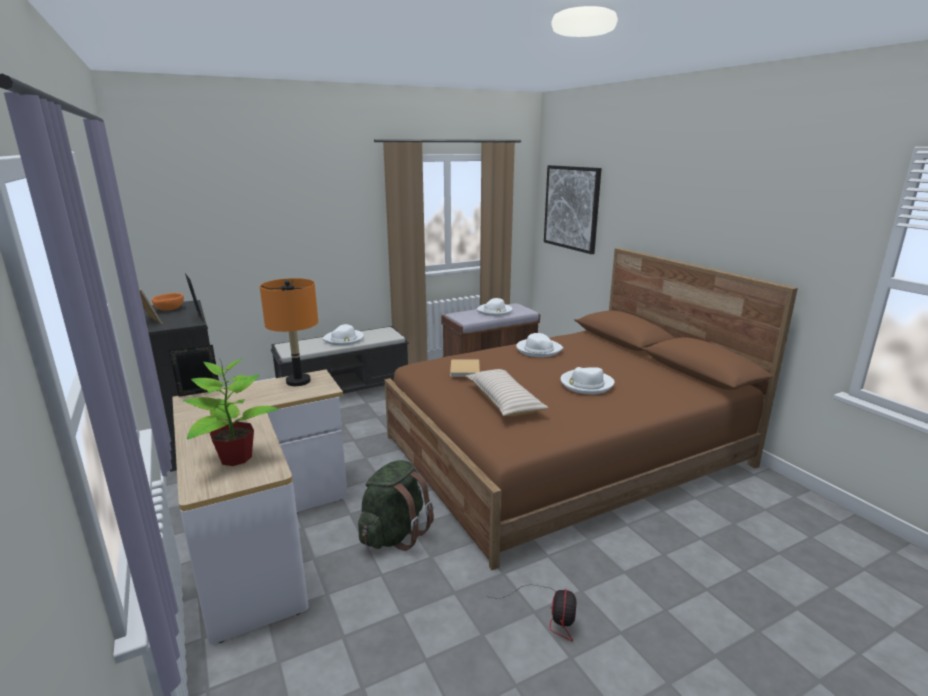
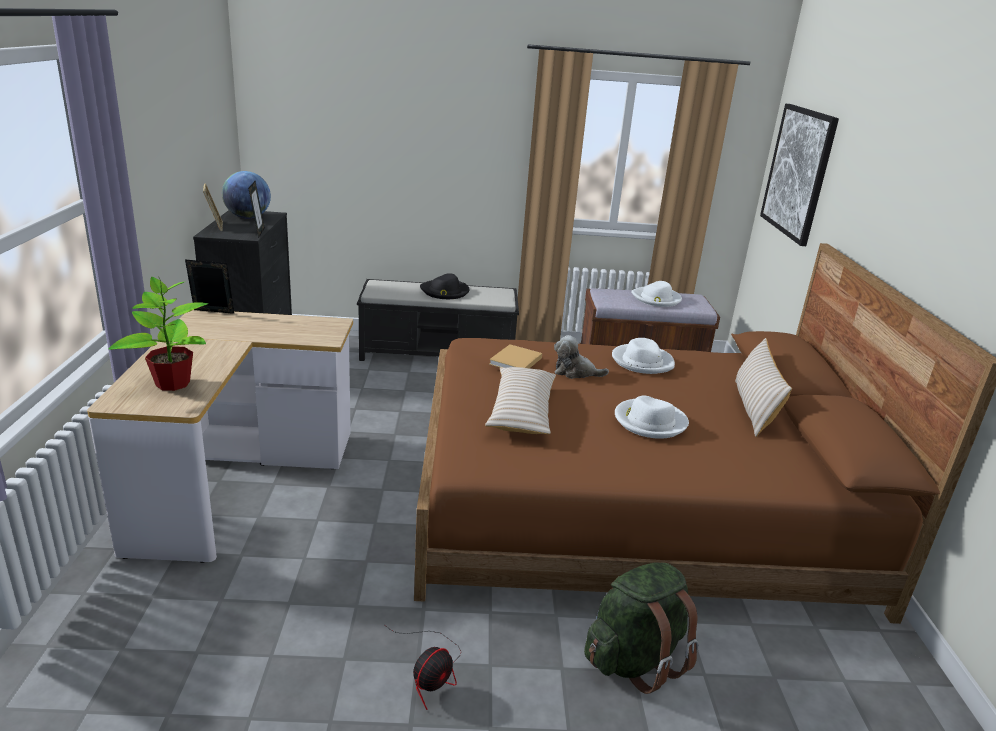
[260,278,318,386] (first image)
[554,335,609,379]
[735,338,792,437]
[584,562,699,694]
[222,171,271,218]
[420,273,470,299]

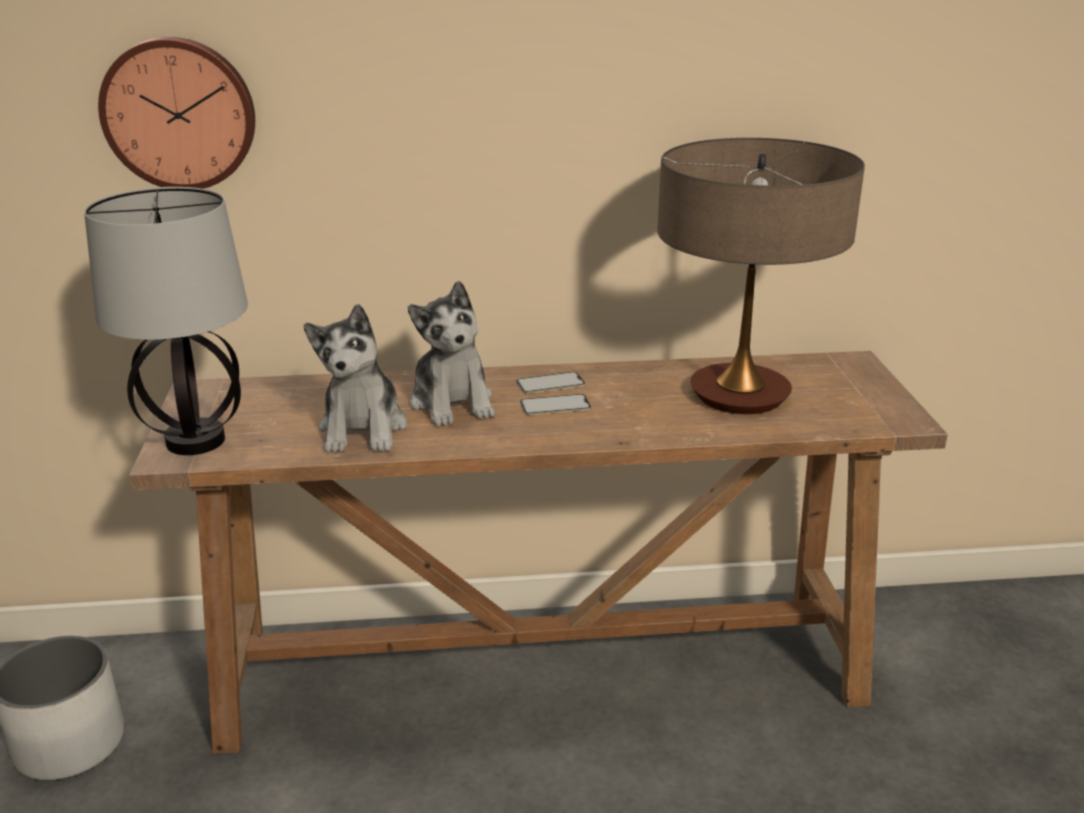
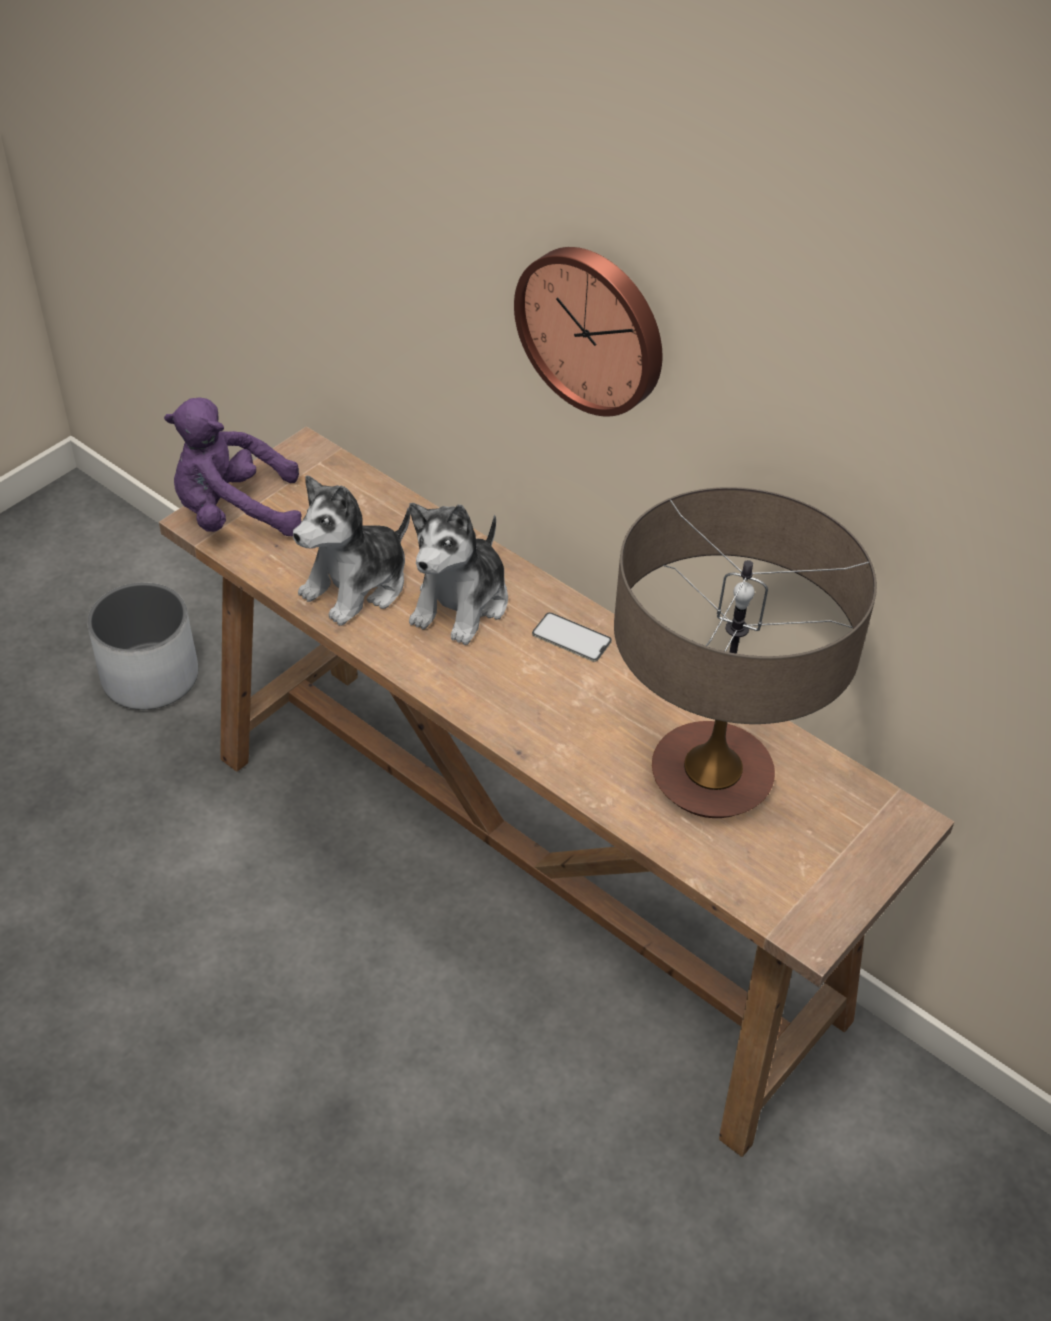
[520,394,591,415] (first image)
[514,247,662,416]
[164,397,302,536]

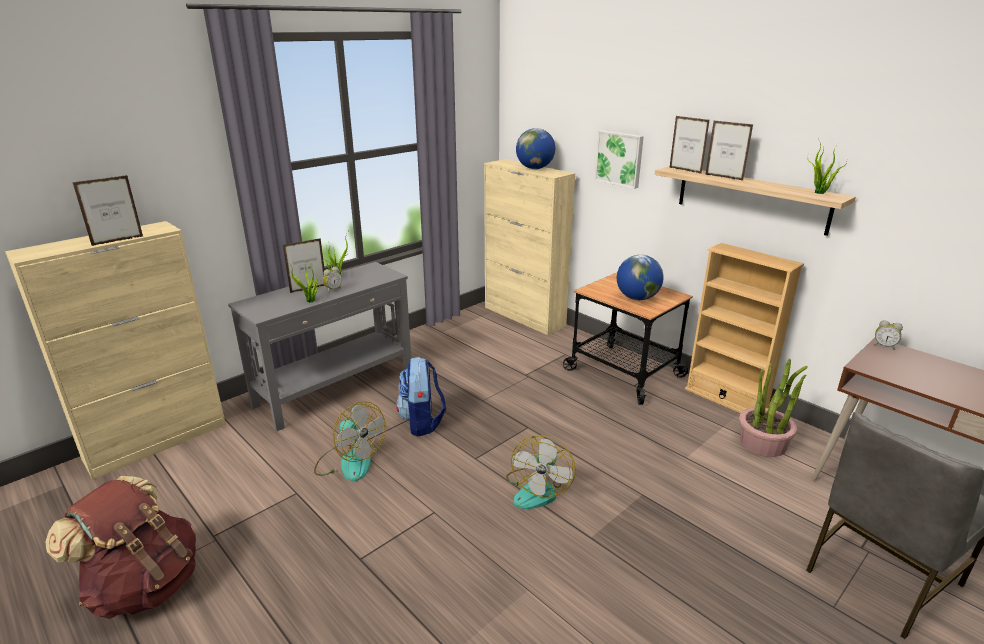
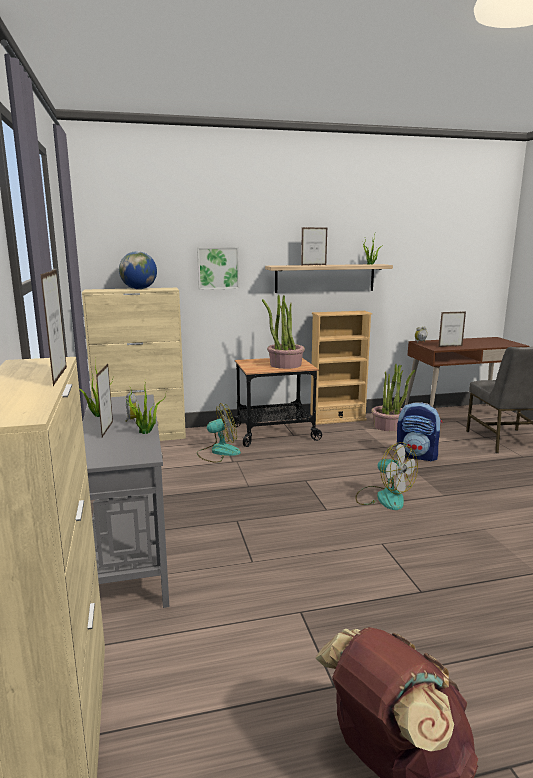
[197,403,241,463]
[396,402,442,462]
[438,312,466,347]
[262,295,305,369]

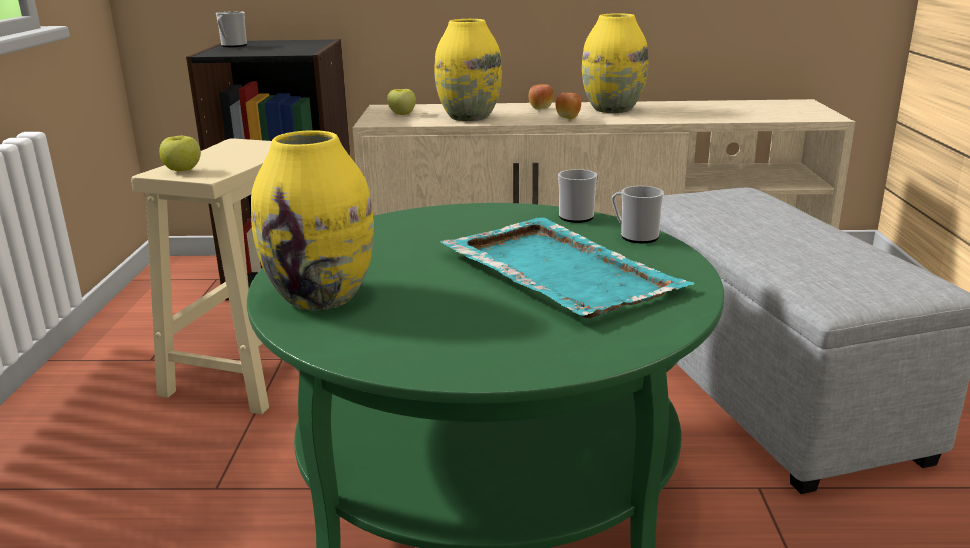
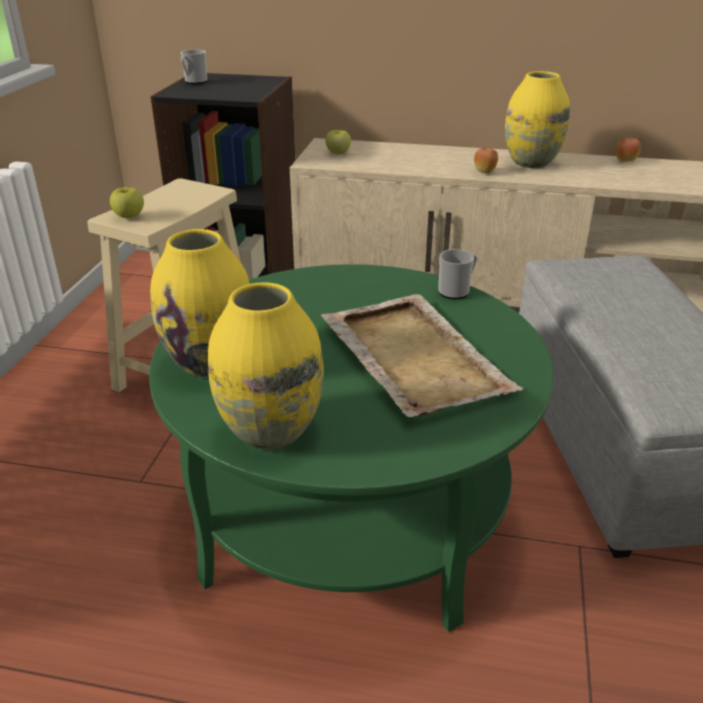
[612,186,664,243] (first image)
[208,282,324,450]
[616,138,641,162]
[321,294,523,417]

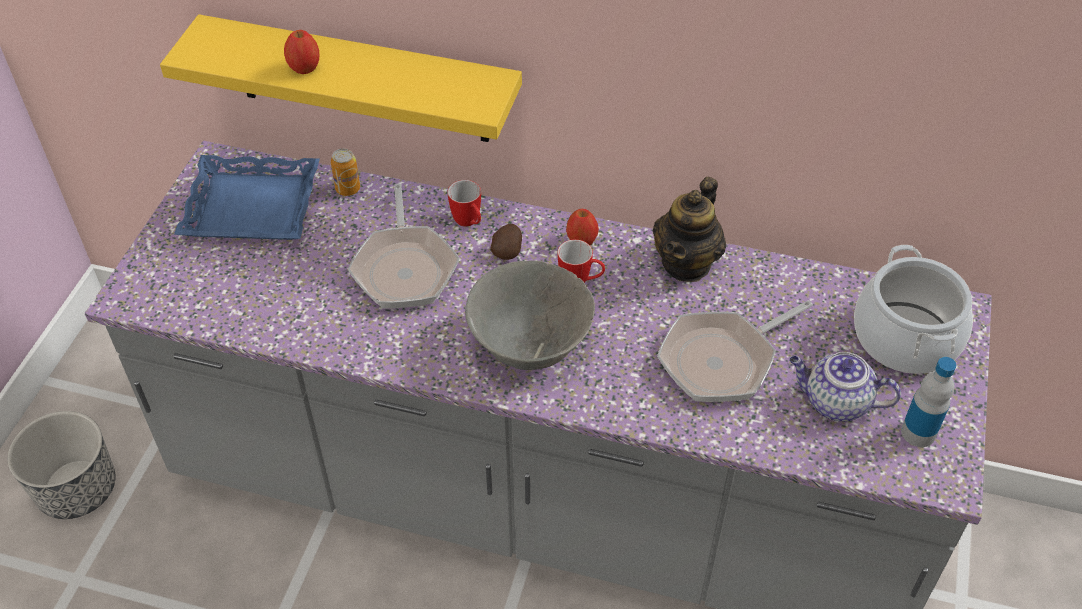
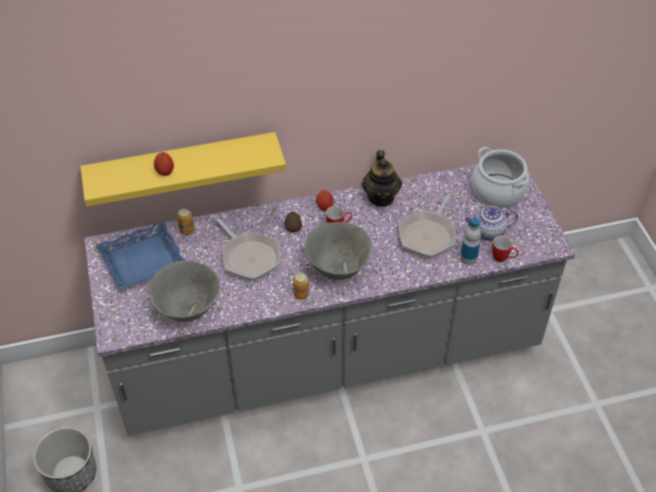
[148,260,220,322]
[293,272,309,300]
[492,235,519,262]
[460,218,481,265]

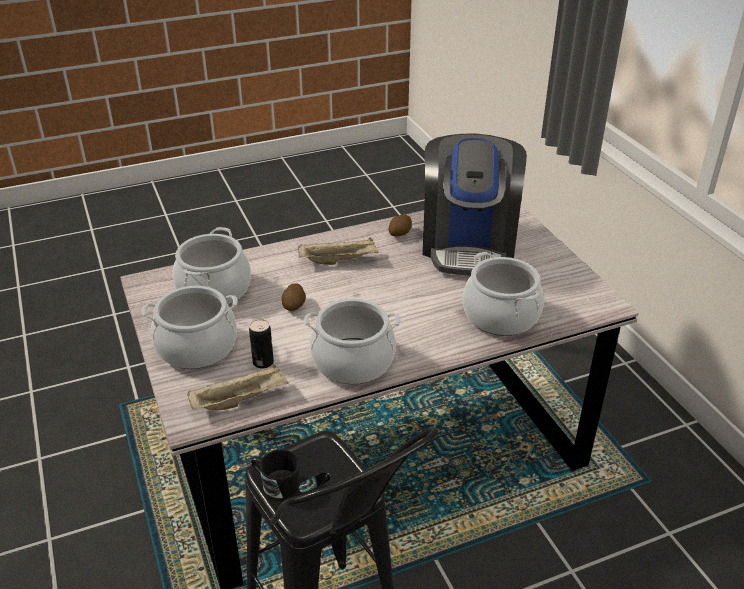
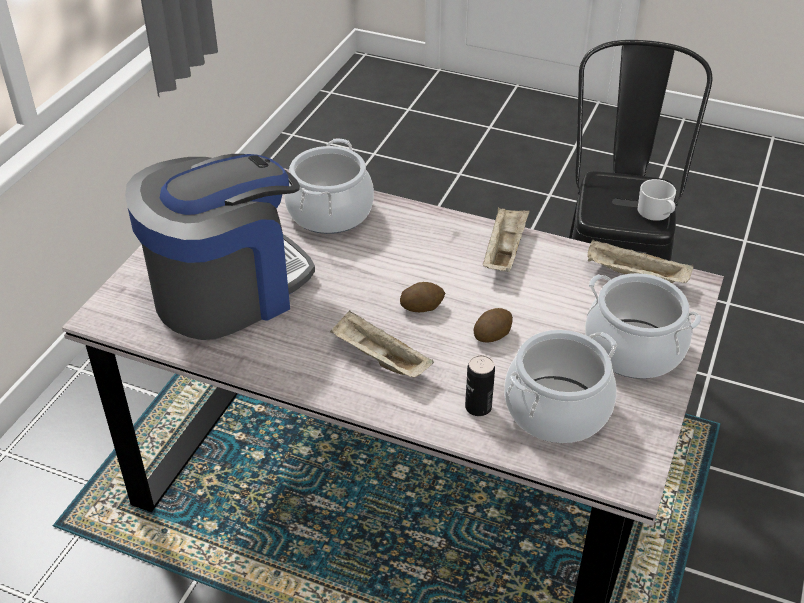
[465,355,495,416]
[400,282,445,312]
[483,207,530,272]
[638,179,676,221]

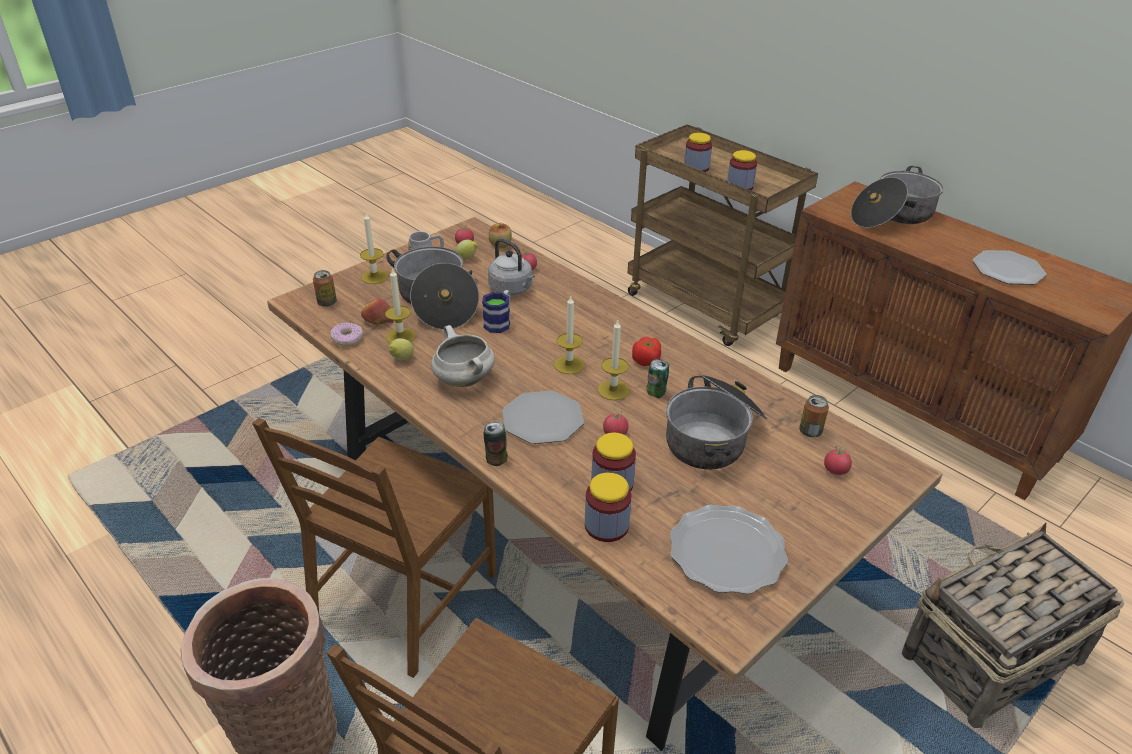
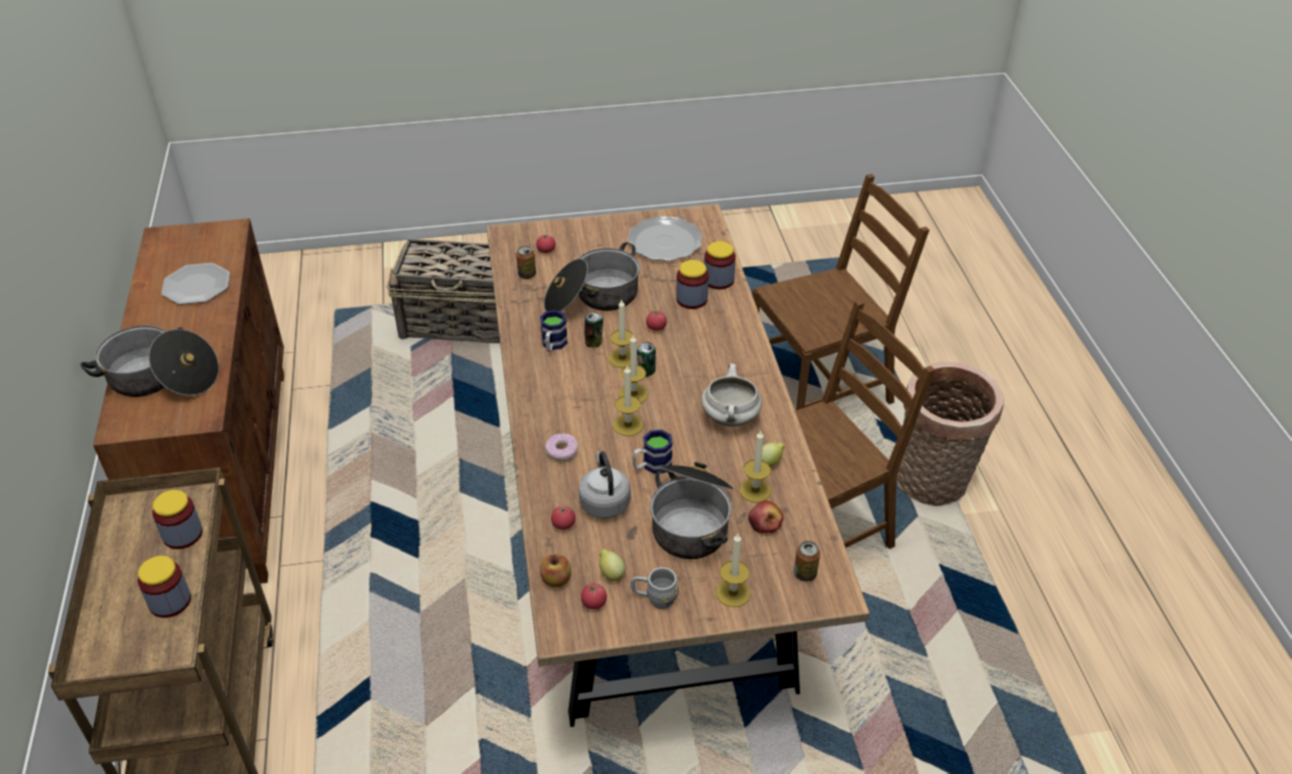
[502,391,584,444] (first image)
[632,337,661,366] (first image)
[540,310,568,352]
[613,365,643,436]
[545,434,578,461]
[637,342,656,377]

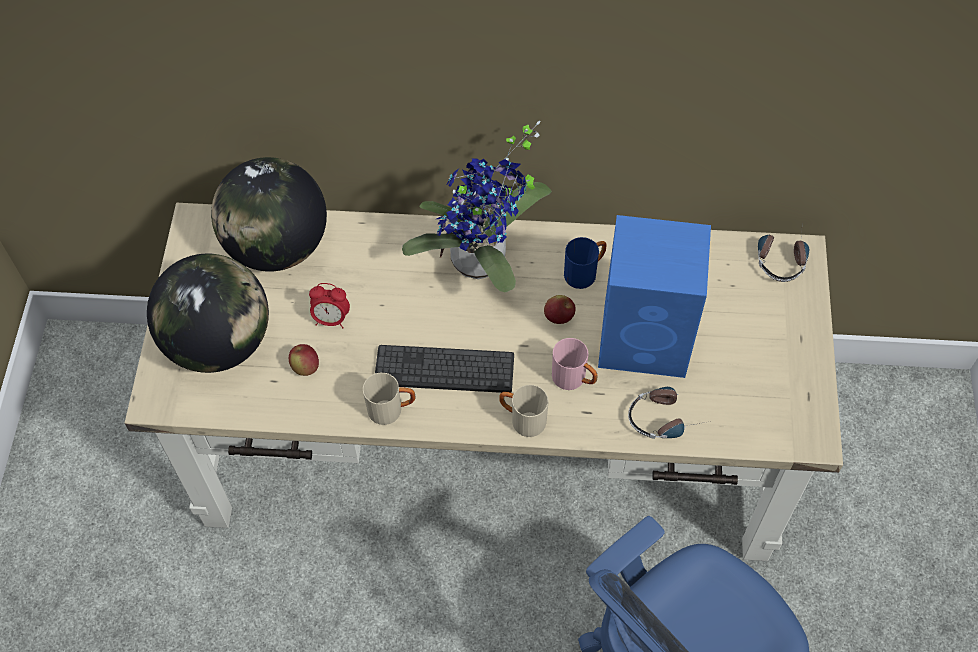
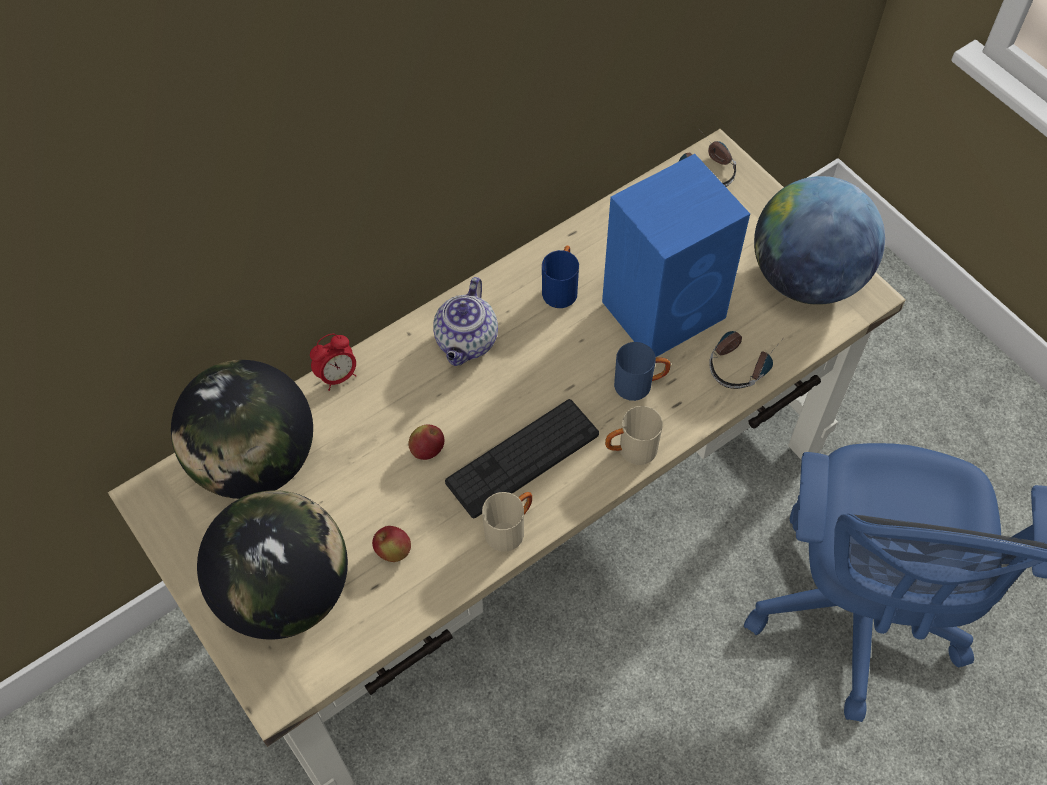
[754,176,885,305]
[310,334,356,391]
[408,424,444,460]
[433,277,498,366]
[614,342,671,401]

